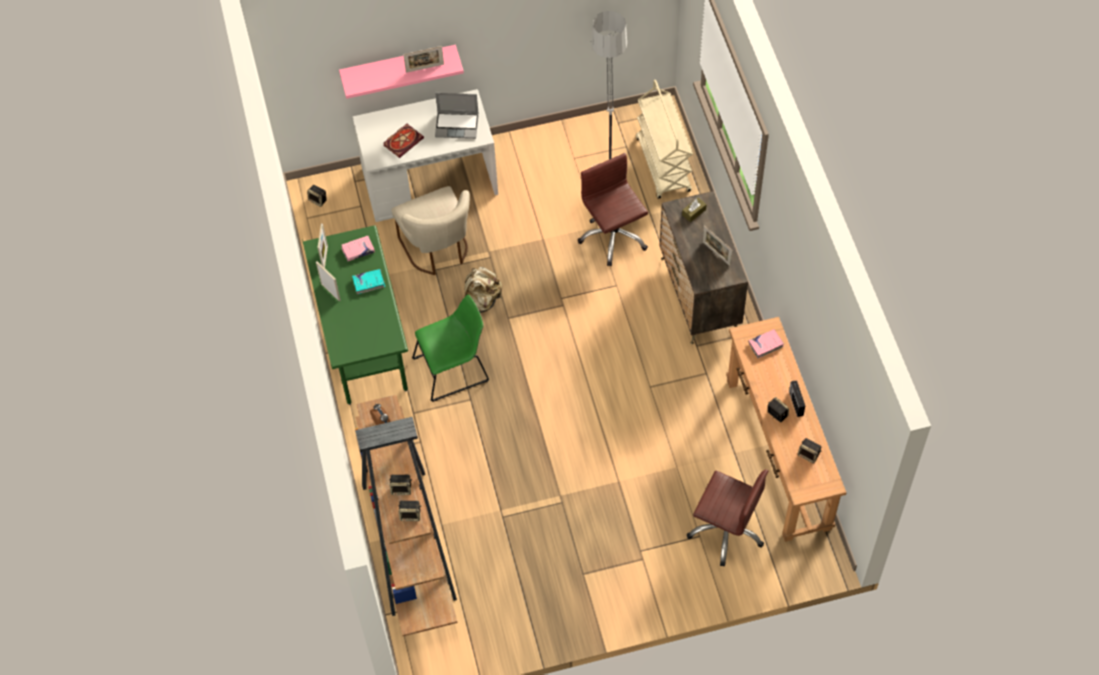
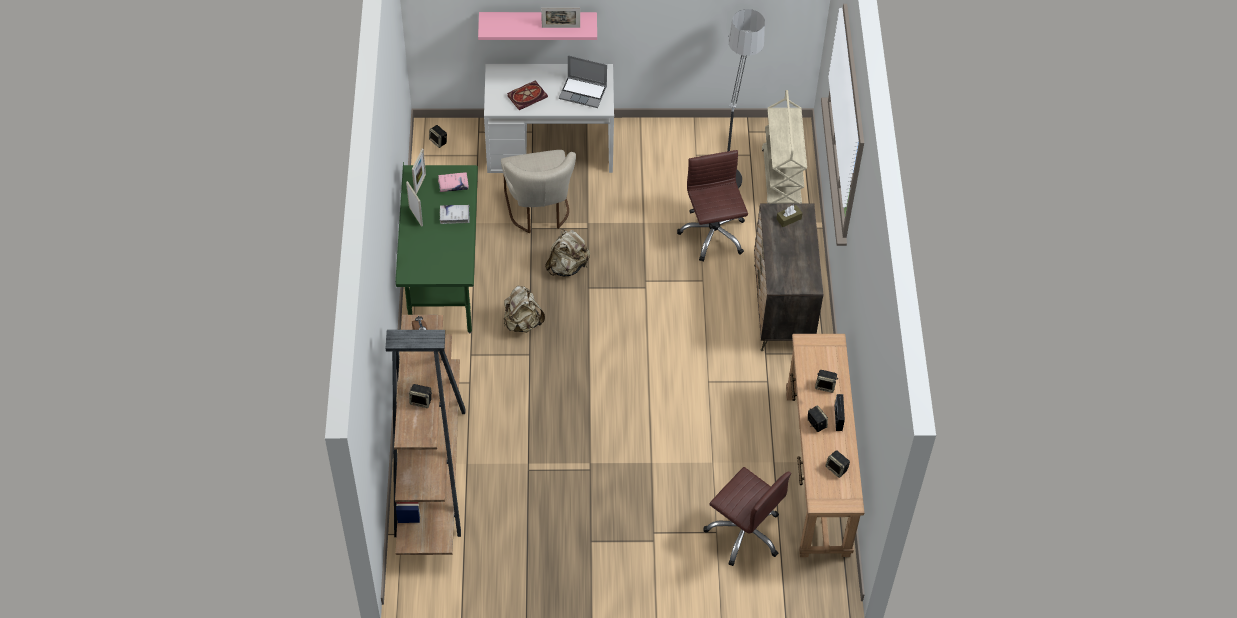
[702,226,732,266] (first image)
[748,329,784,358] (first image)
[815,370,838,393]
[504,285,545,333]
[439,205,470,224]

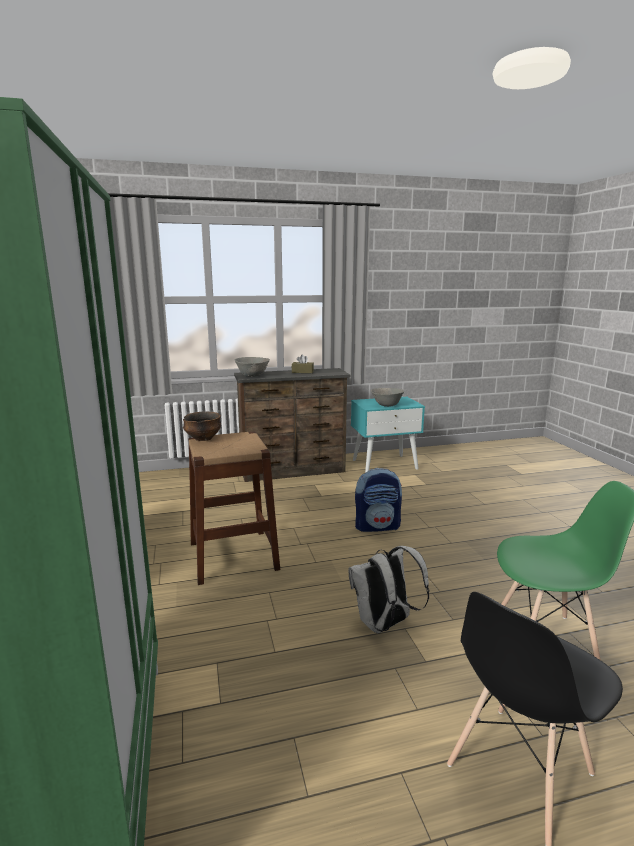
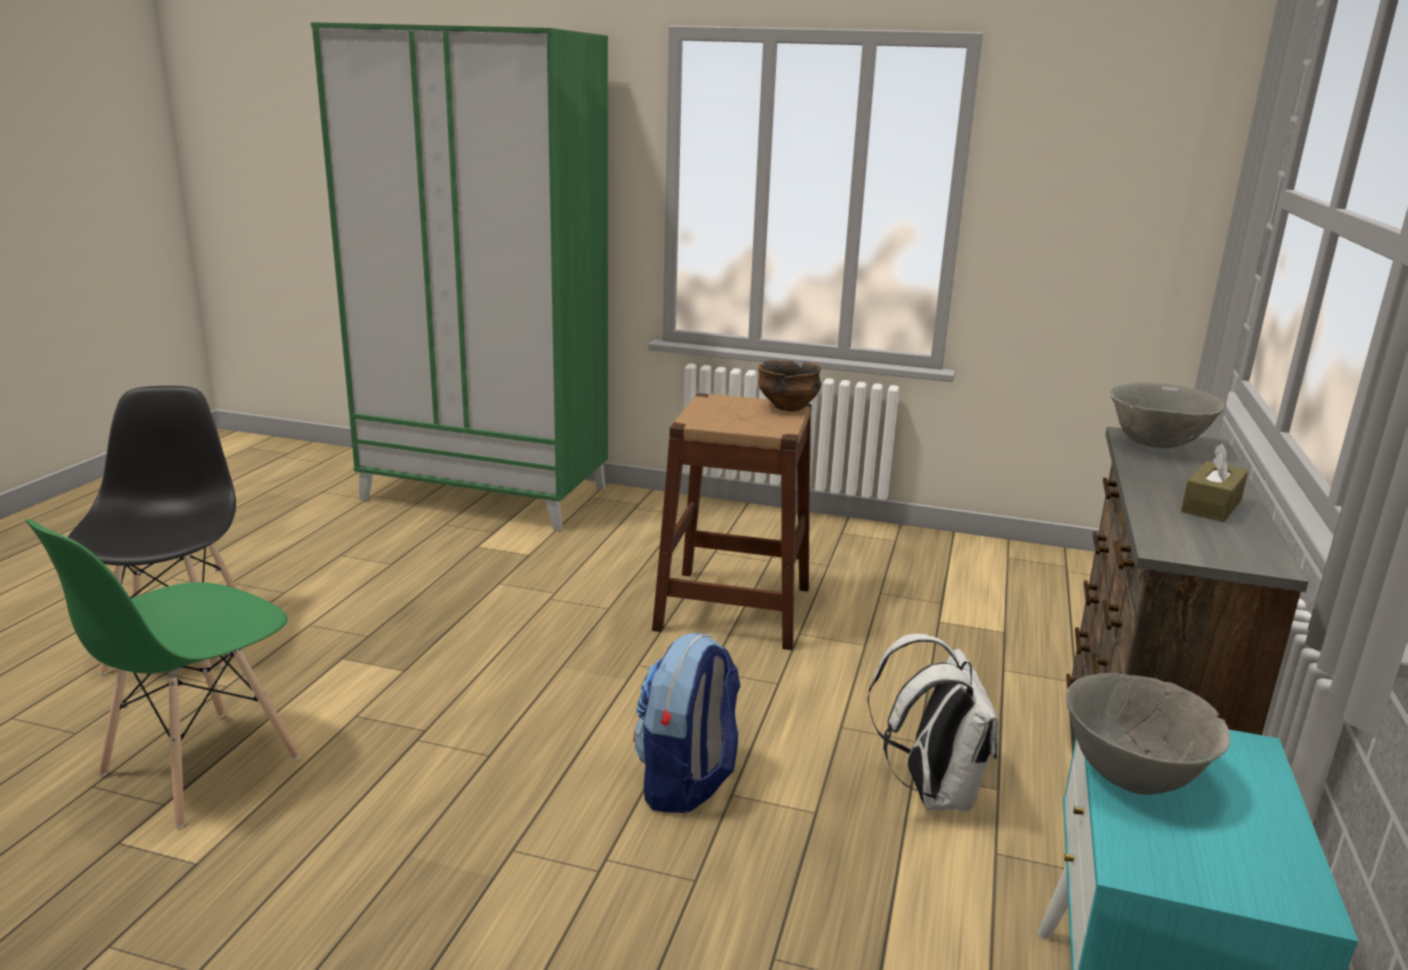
[867,634,999,811]

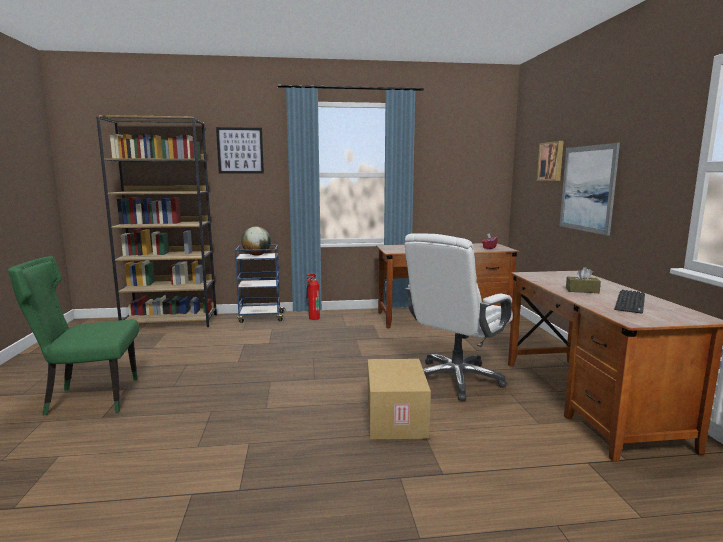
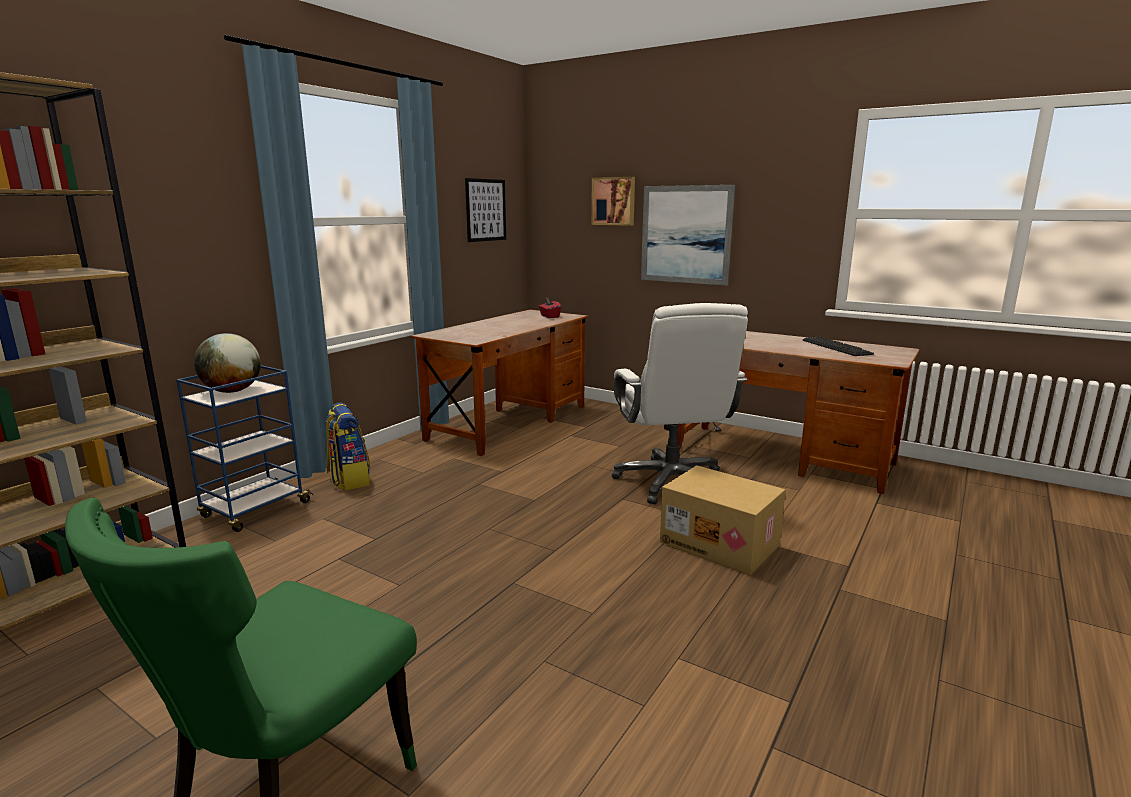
[566,267,601,293] (first image)
[465,178,506,242]
[326,403,371,491]

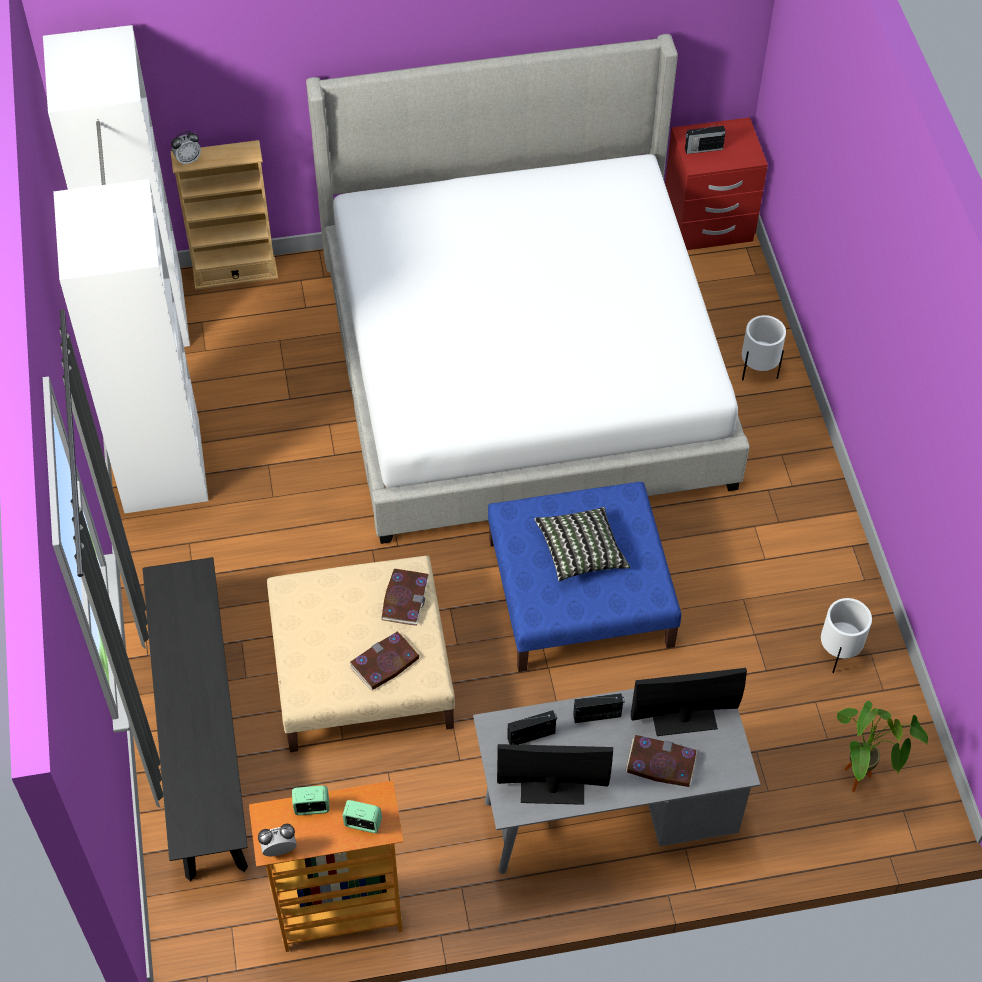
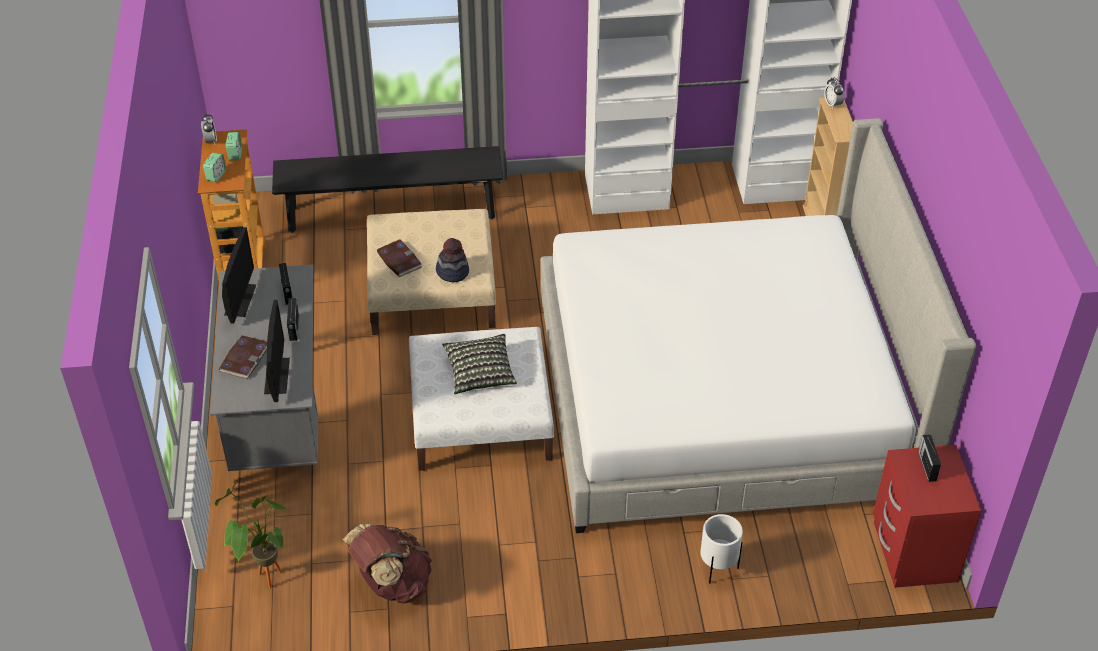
[436,238,469,282]
[343,524,432,604]
[409,327,554,471]

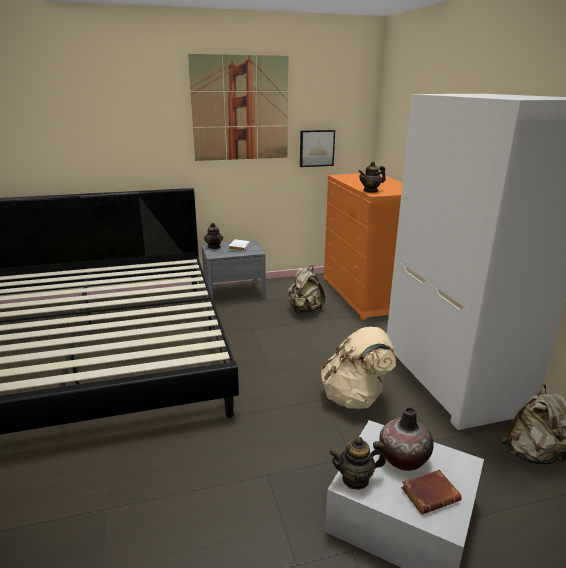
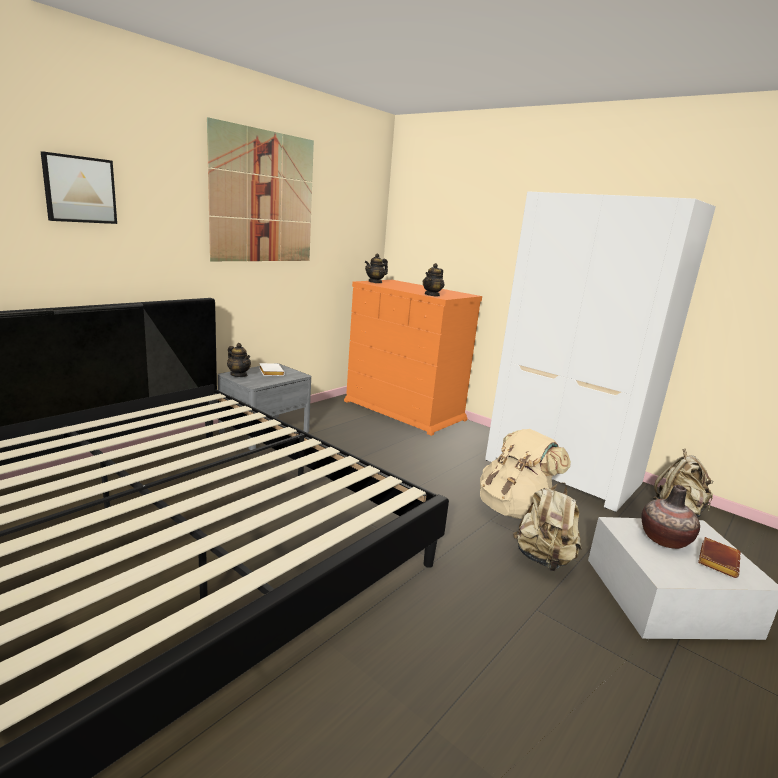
[513,482,582,571]
[41,152,117,224]
[365,254,388,283]

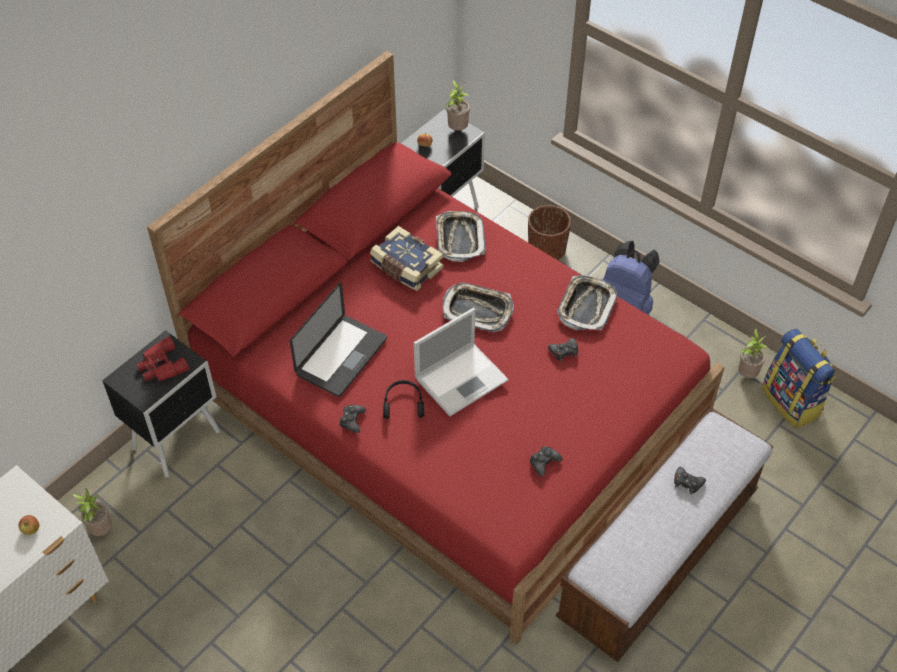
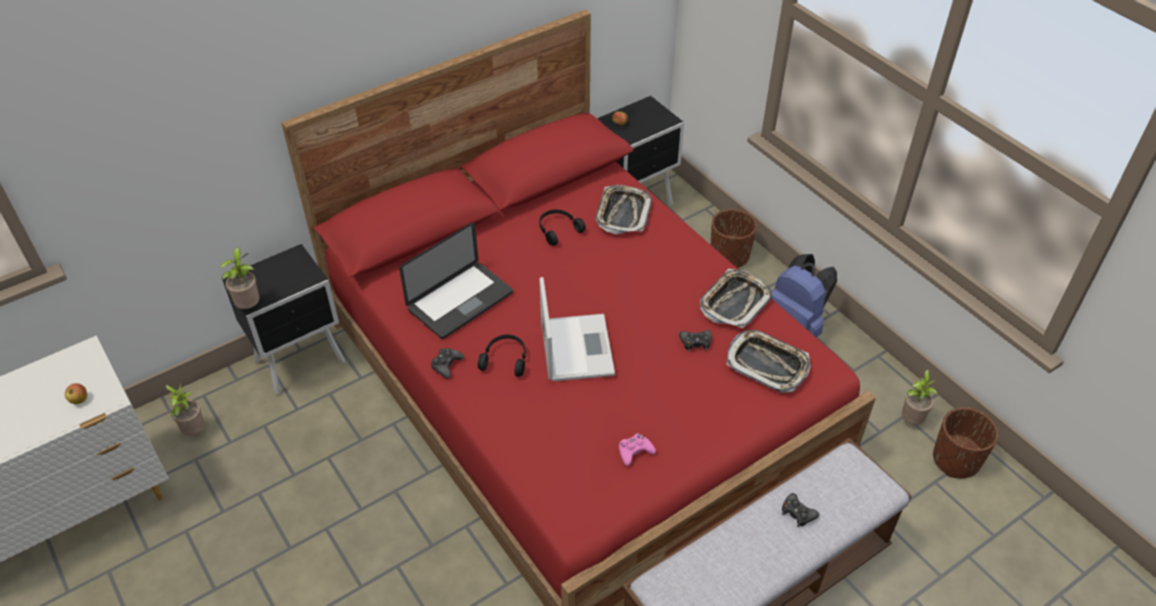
[136,336,189,382] (first image)
[727,330,811,393]
[219,247,260,309]
[539,210,586,246]
[933,407,999,478]
[619,433,656,466]
[539,277,615,382]

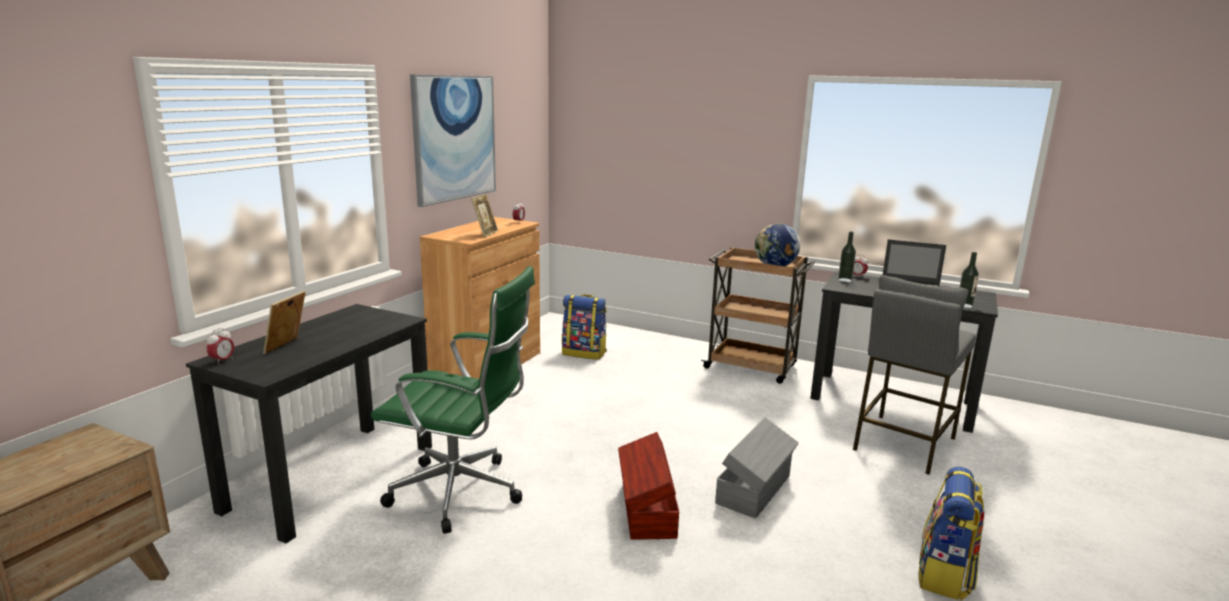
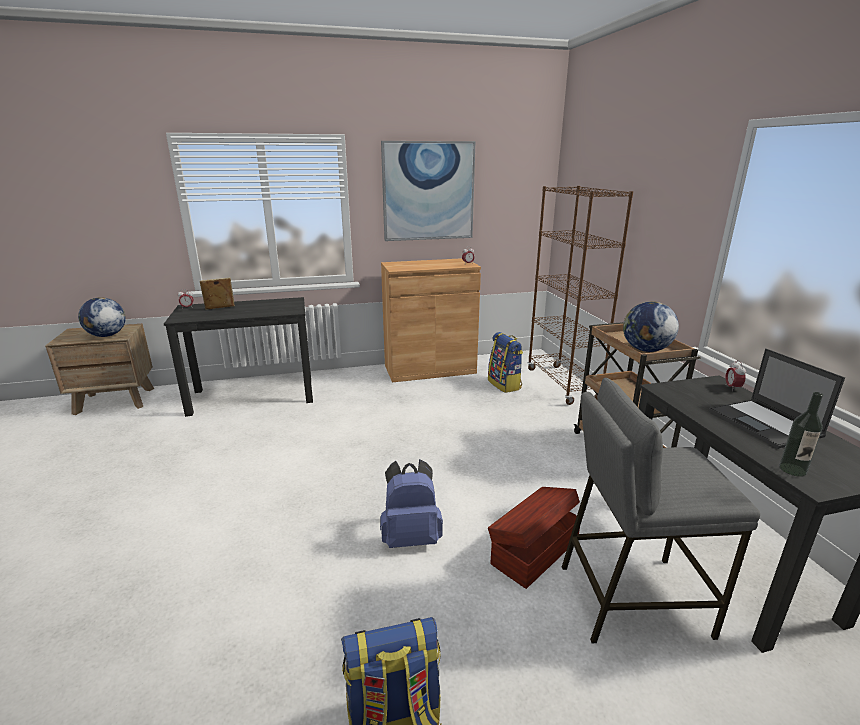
[371,266,535,534] (first image)
[471,194,498,238] (first image)
[838,232,856,282] (first image)
[78,297,126,337]
[527,186,633,405]
[488,487,580,589]
[380,459,443,548]

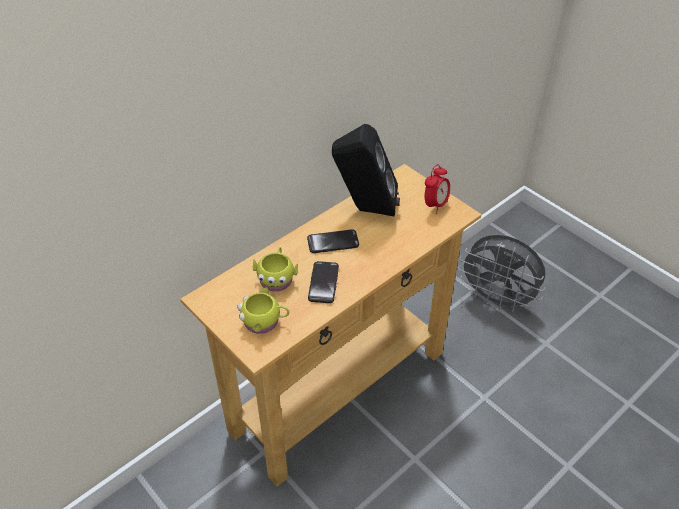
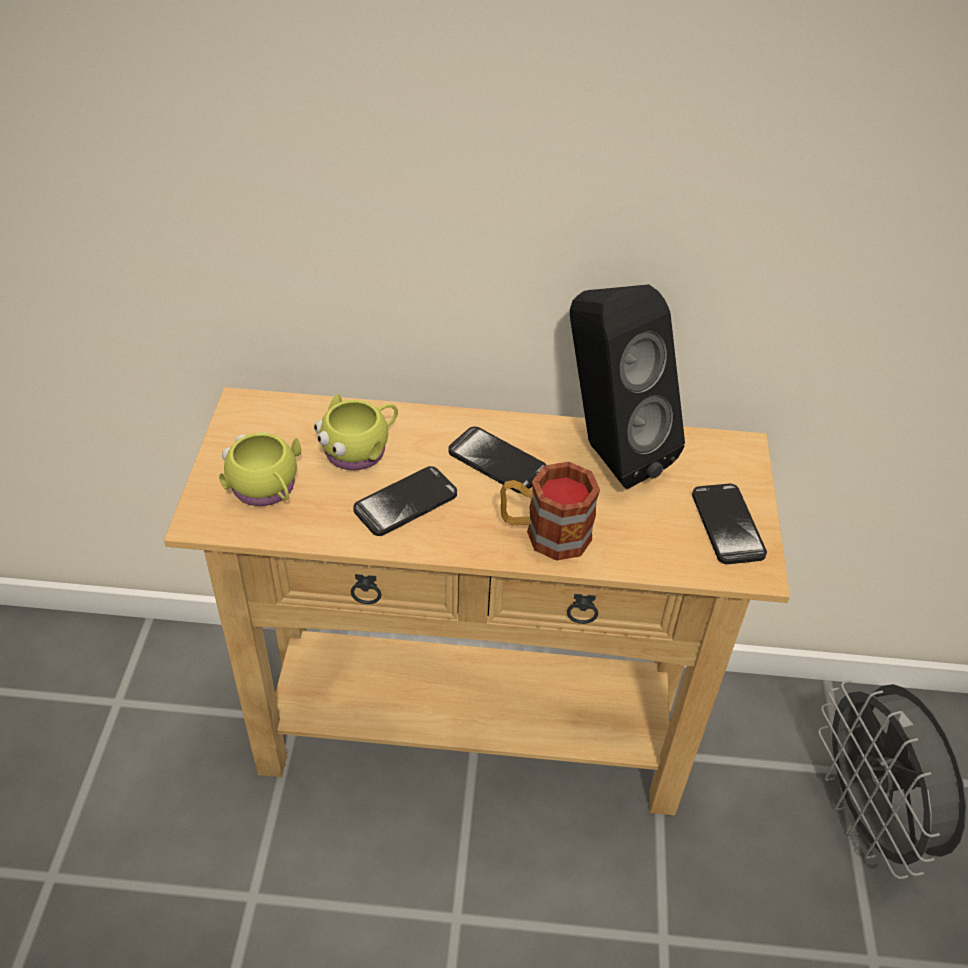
[500,462,600,561]
[692,483,767,564]

